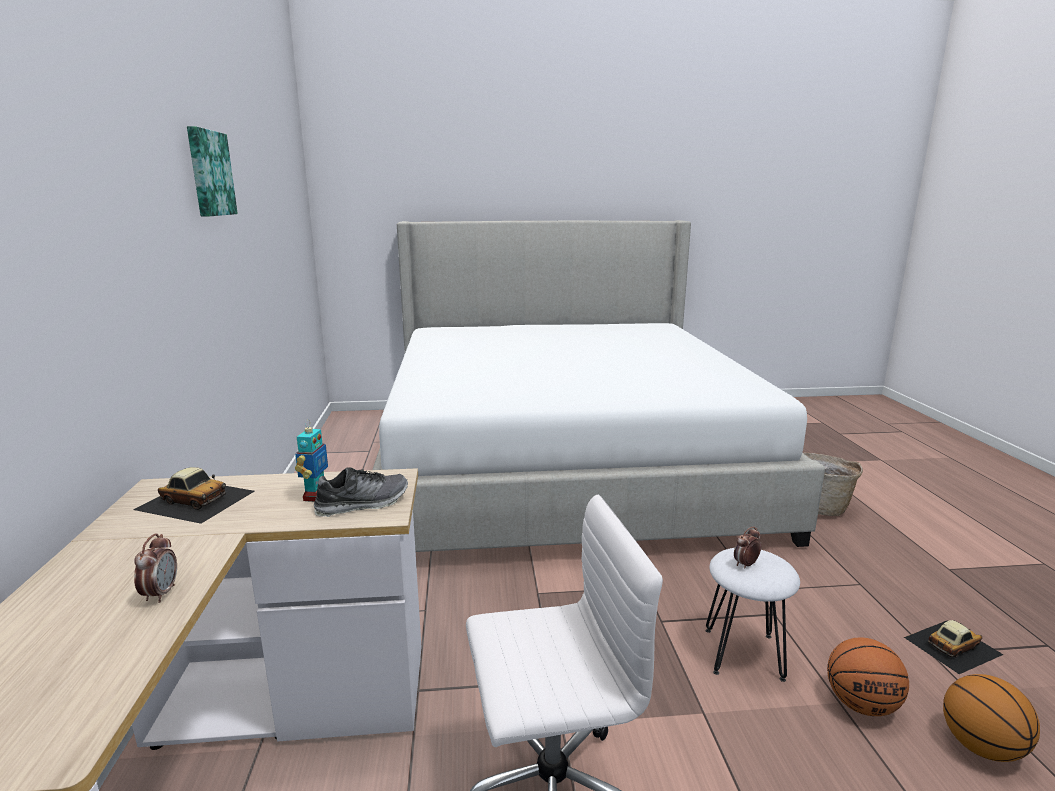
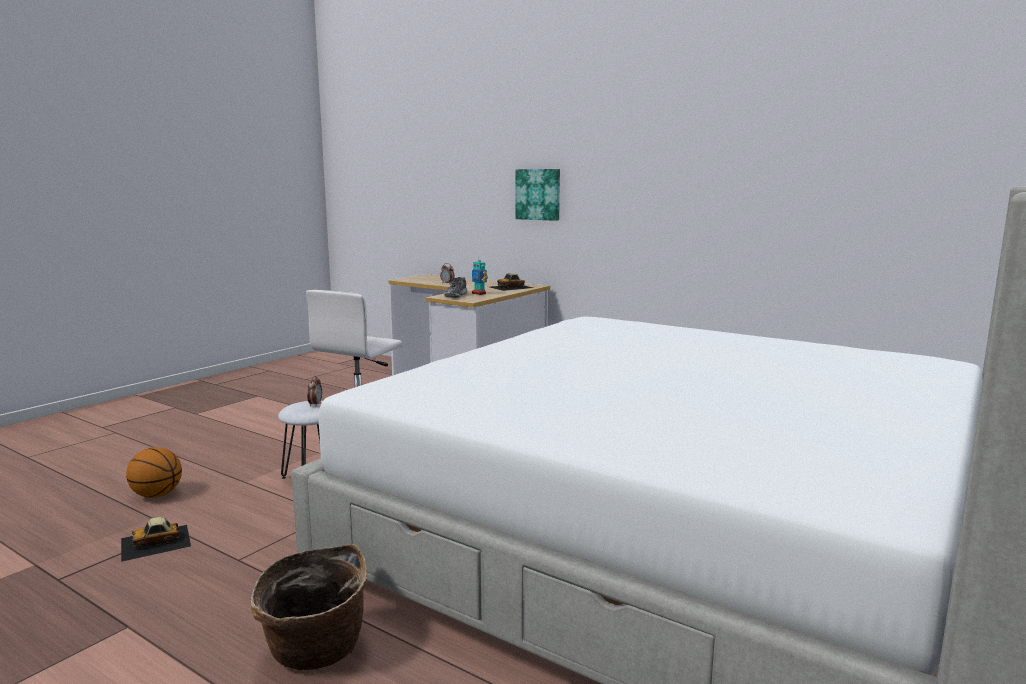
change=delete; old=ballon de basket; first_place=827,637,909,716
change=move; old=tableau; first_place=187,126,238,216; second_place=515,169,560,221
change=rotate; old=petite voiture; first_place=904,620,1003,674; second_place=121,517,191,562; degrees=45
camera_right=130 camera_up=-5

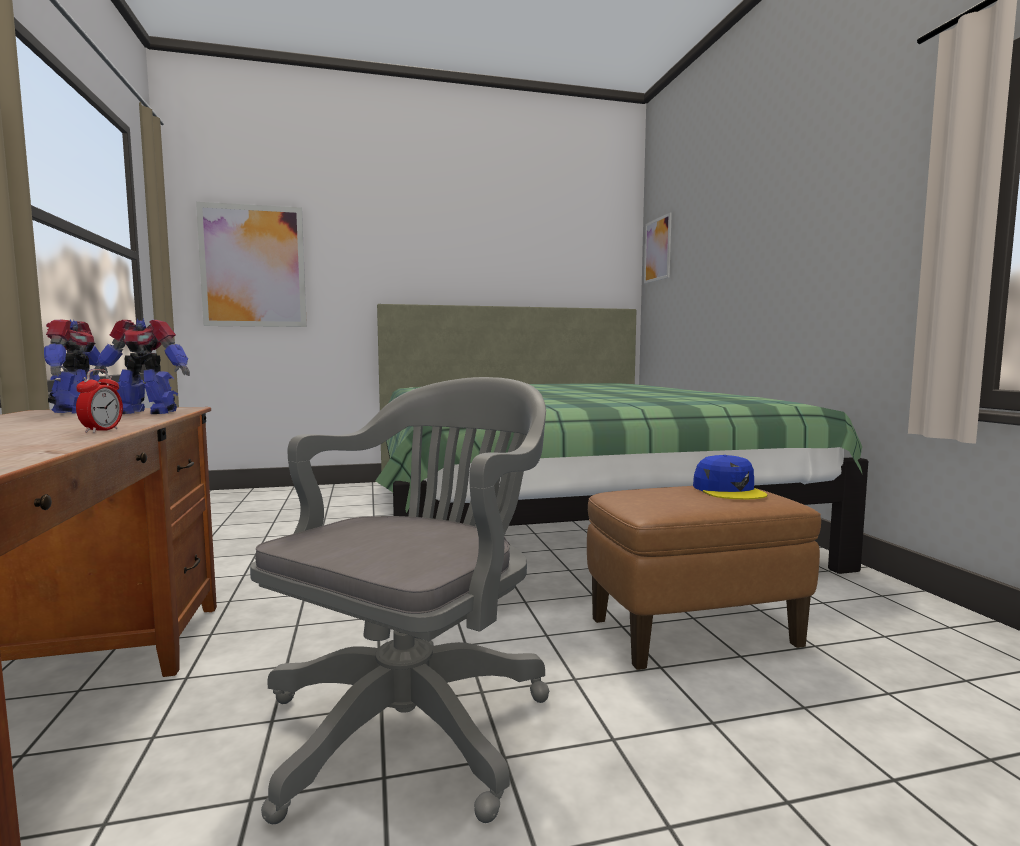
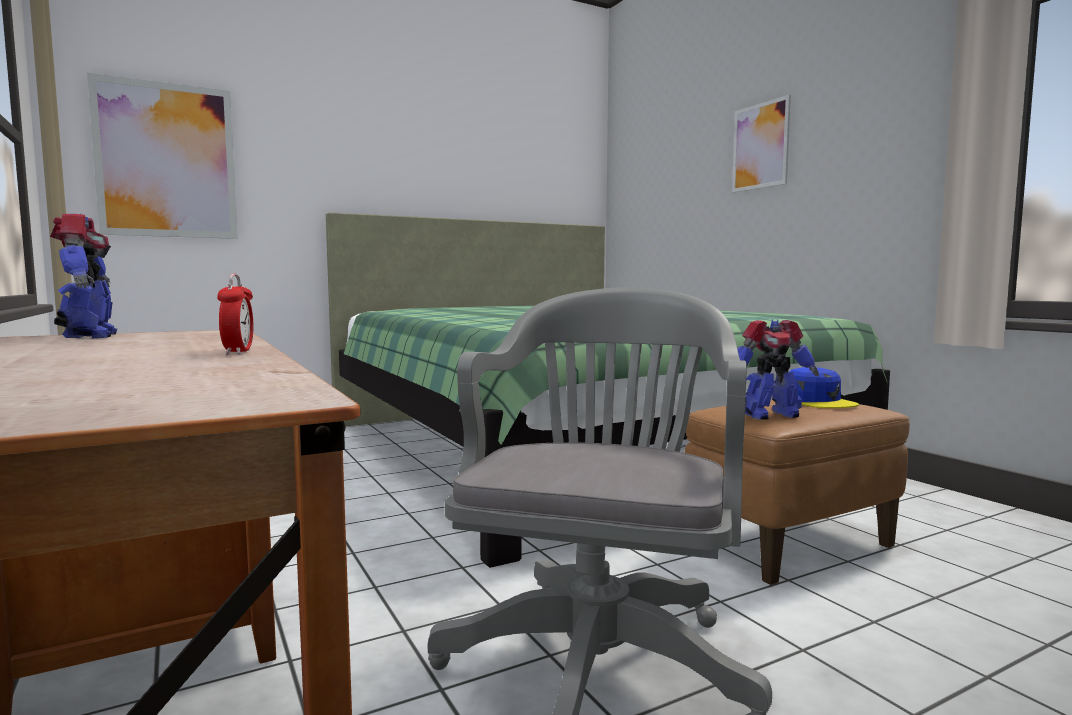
change=move; old=robot jouet; first_place=93,318,190,414; second_place=737,319,819,420
change=move; old=tableau; first_place=644,212,672,284; second_place=732,95,791,193
camera_right=-15 camera_up=0

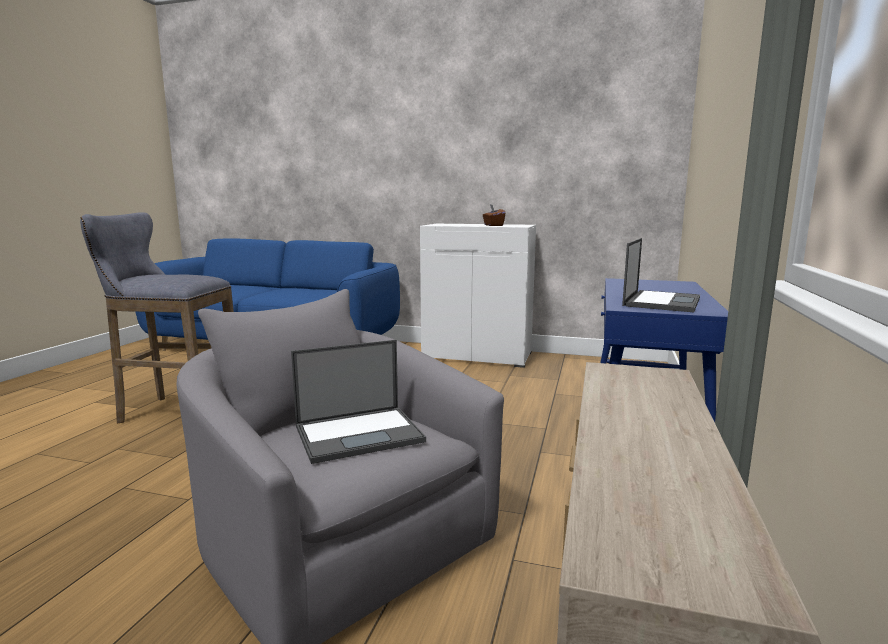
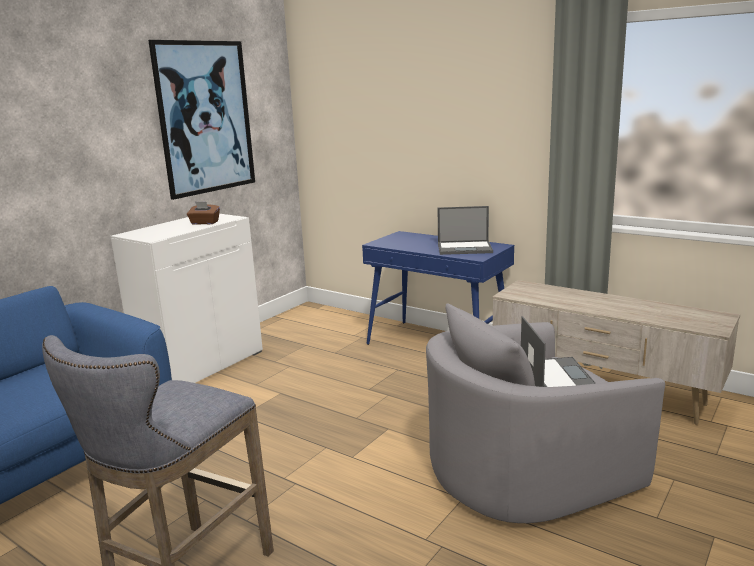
change=insert; new=tableau; second_place=148,40,255,200
change=rotate; old=ordinateur portable; first_place=622,238,700,312; second_place=438,206,493,255; degrees=135
camera_right=-70 camera_up=5

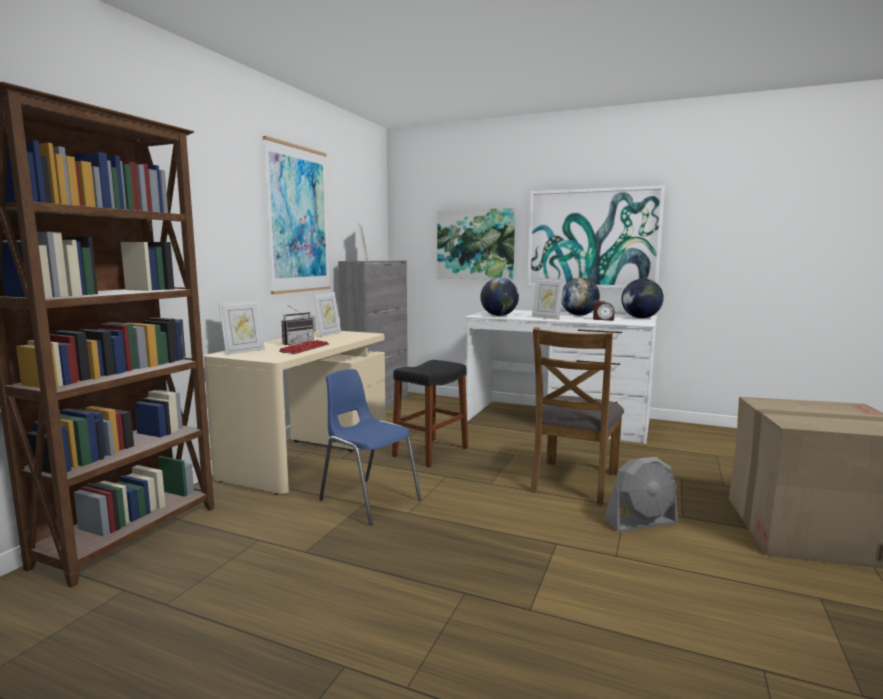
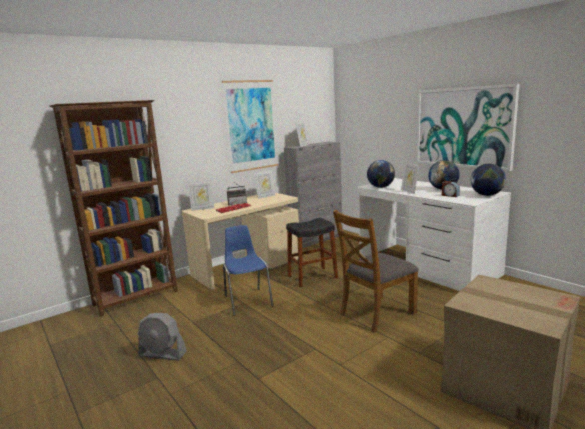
change=delete; old=tableau; first_place=437,208,515,280
change=move; old=ventilateur [gris]; first_place=605,457,678,532; second_place=138,313,187,361
camera_right=30 camera_up=5

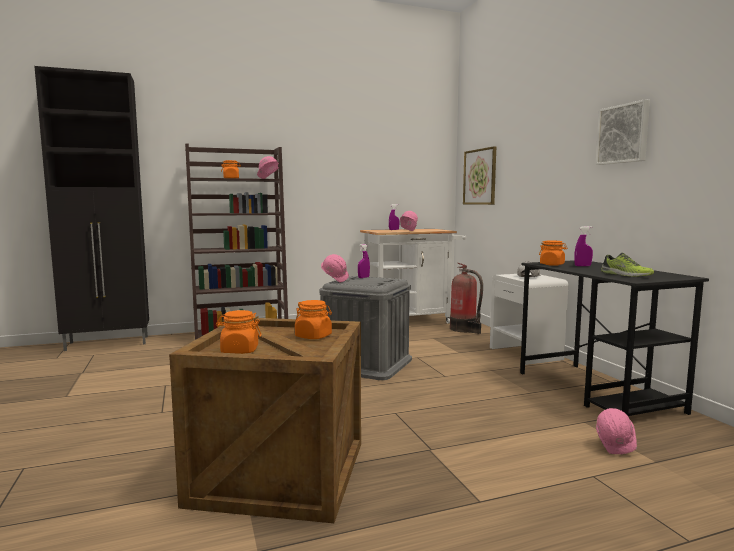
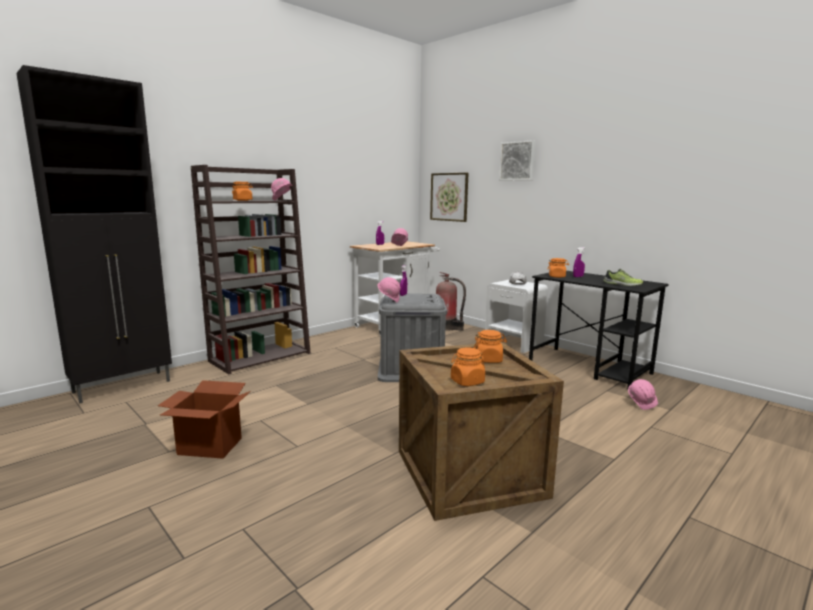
change=insert; new=carton; second_place=158,380,251,459
change=move; old=tableau; first_place=595,99,650,165; second_place=499,140,536,181
camera_right=-25 camera_up=5

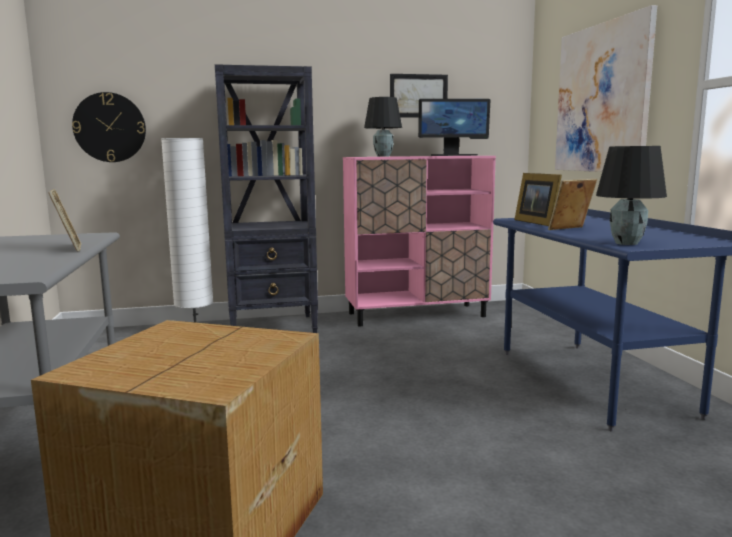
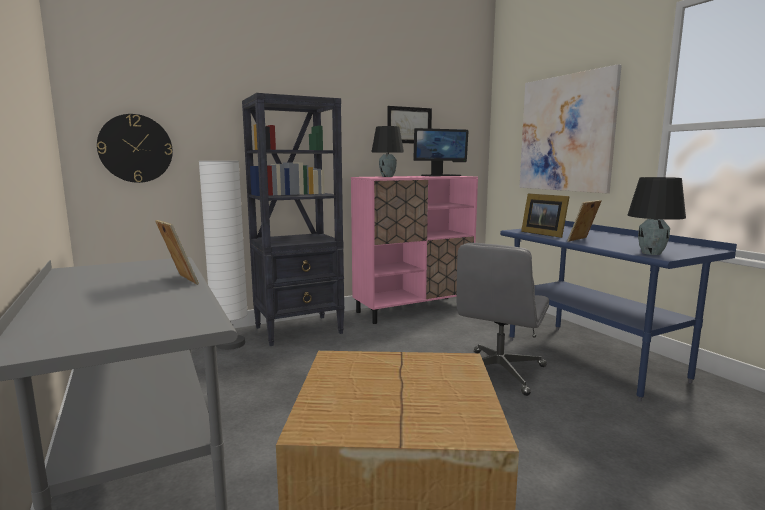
change=insert; new=chaise de bureau [gris]; second_place=457,243,549,396
camera_right=-15 camera_up=0

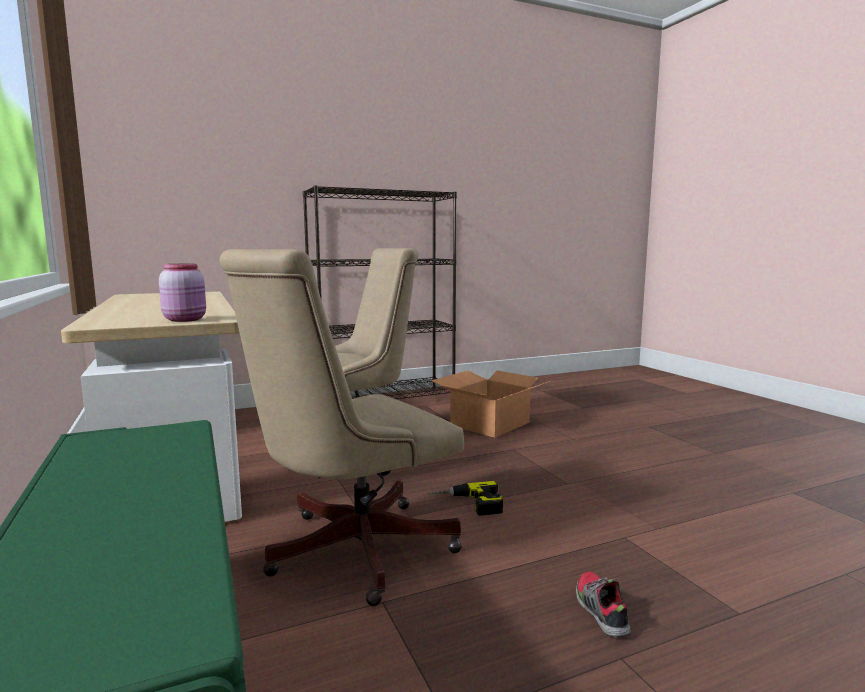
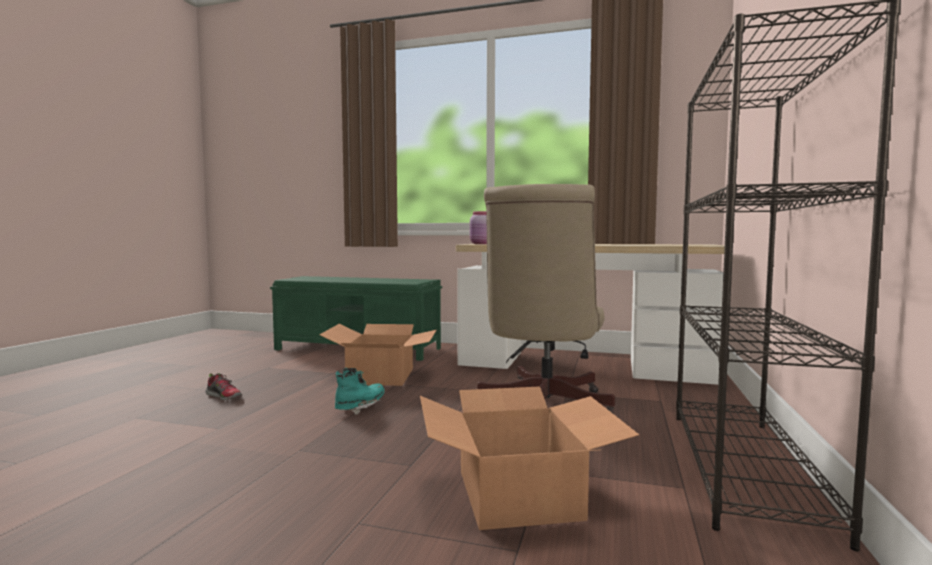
change=replace; old=chaise de bureau [beige]; new=carton; first_place=219,249,464,606; second_place=319,324,437,386
change=replace; old=perceuse; new=botte [turquoise]; first_place=427,481,503,516; second_place=335,368,385,415
camera_right=130 camera_up=-5

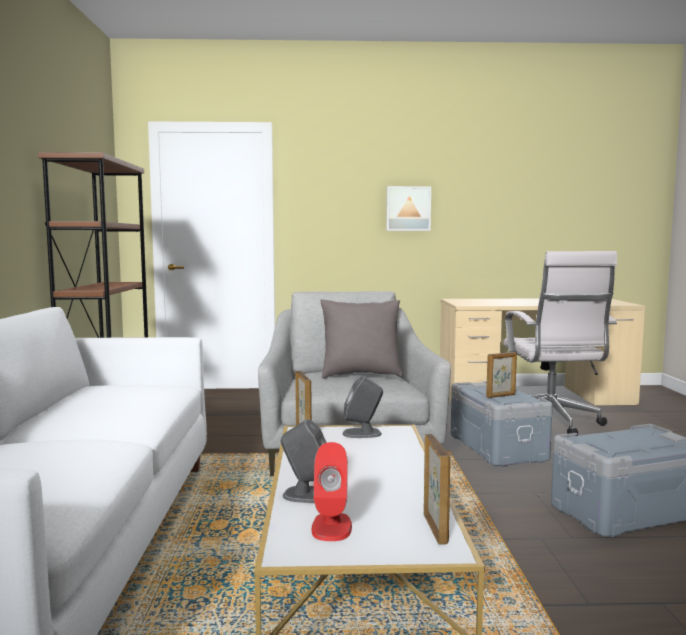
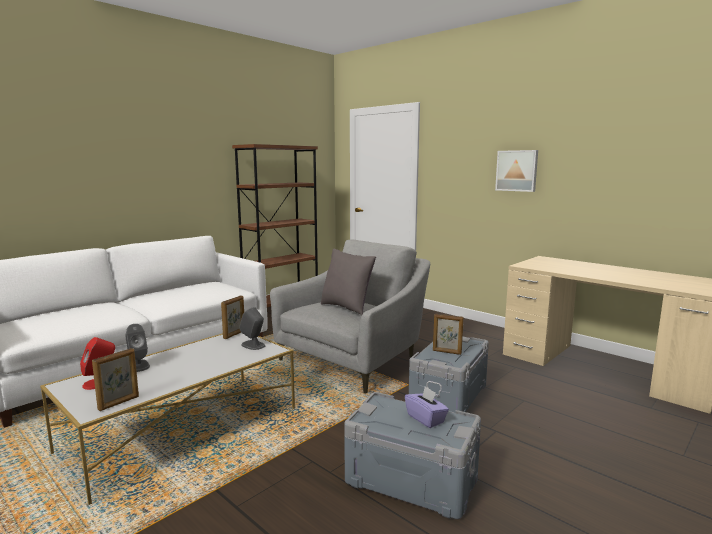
change=delete; old=chaise de bureau [blanc]; first_place=503,251,617,436
change=insert; new=boîte à mouchoirs [violet]; second_place=405,386,449,428
camera_right=45 camera_up=5

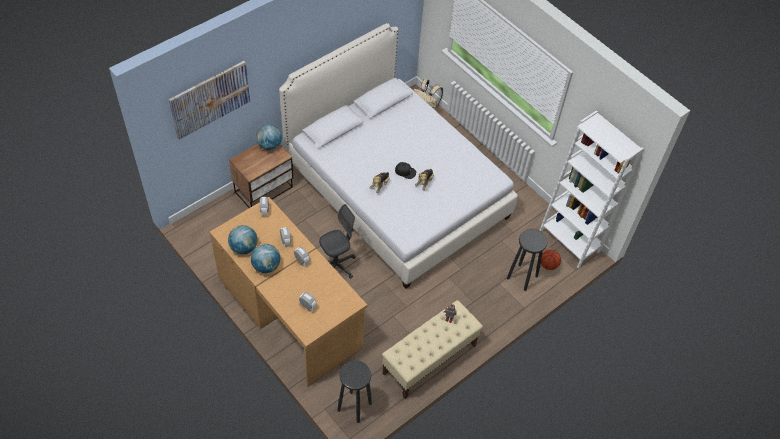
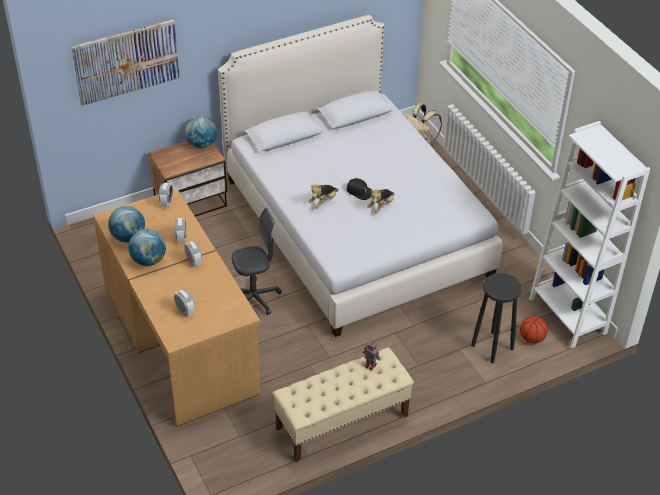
change=delete; old=tabouret [noir]; first_place=337,360,372,423
camera_right=15 camera_up=-10

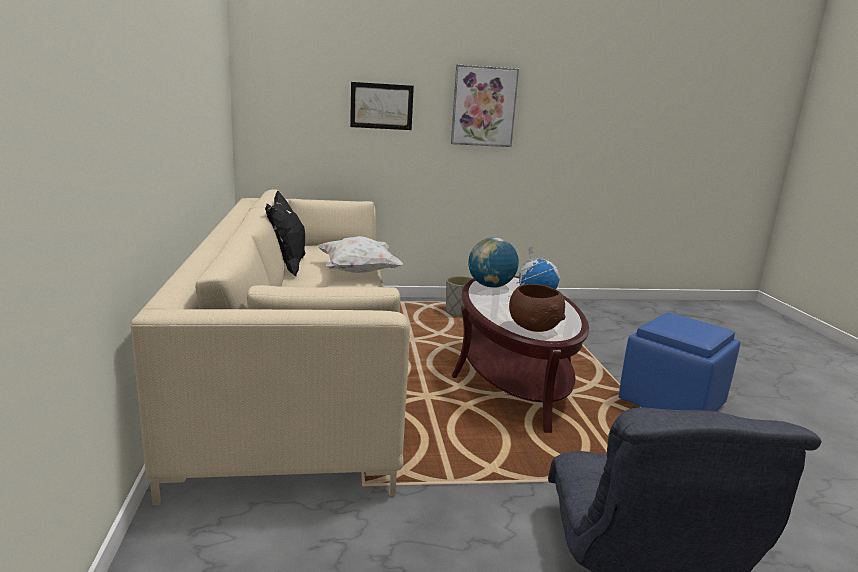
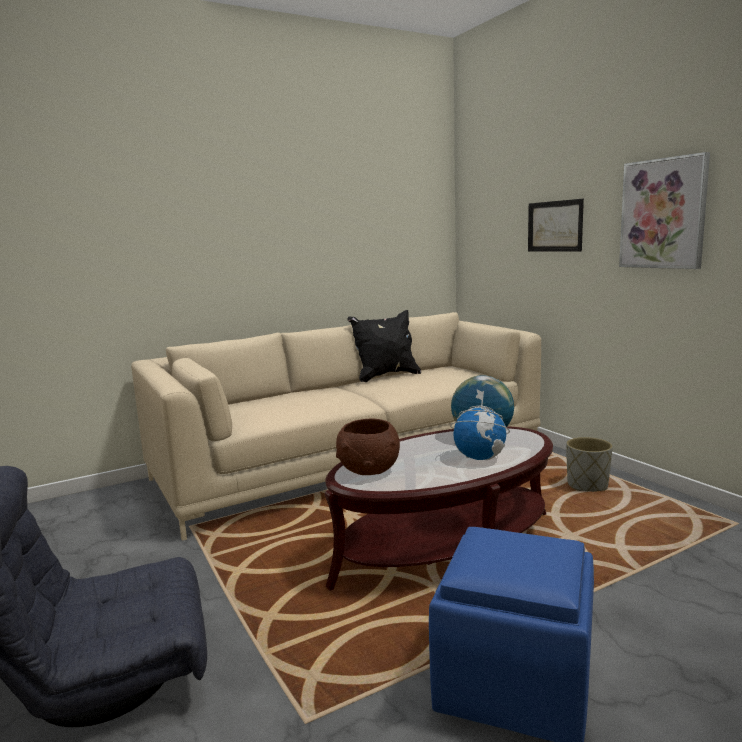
change=delete; old=coussin [blanc]; first_place=318,236,403,273
camera_right=70 camera_up=-5

